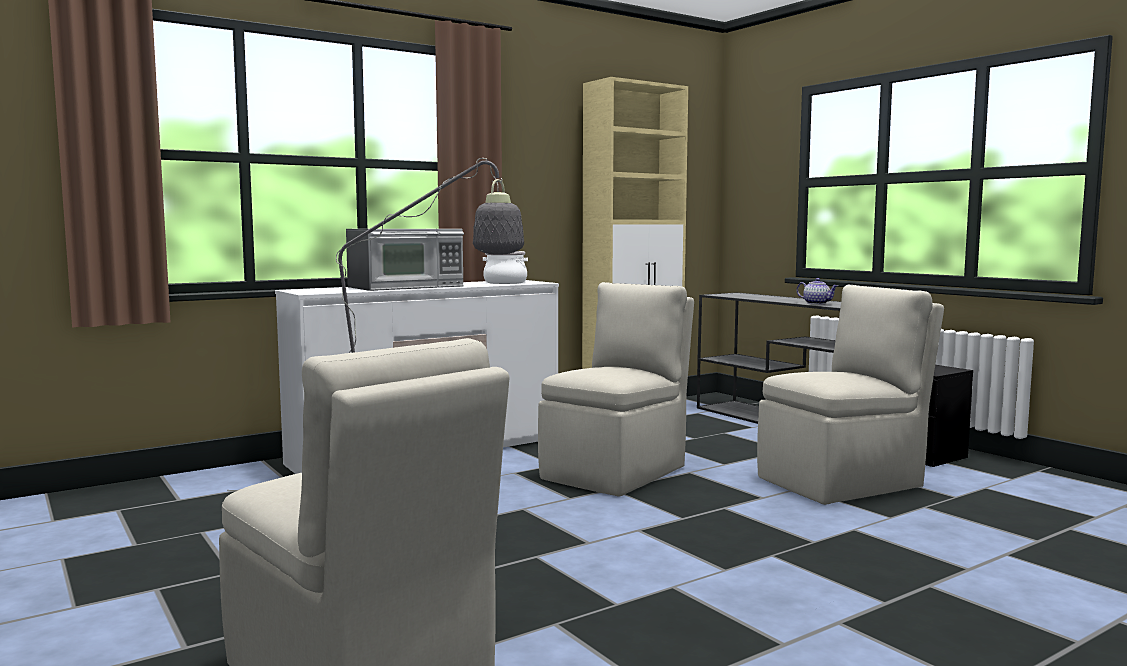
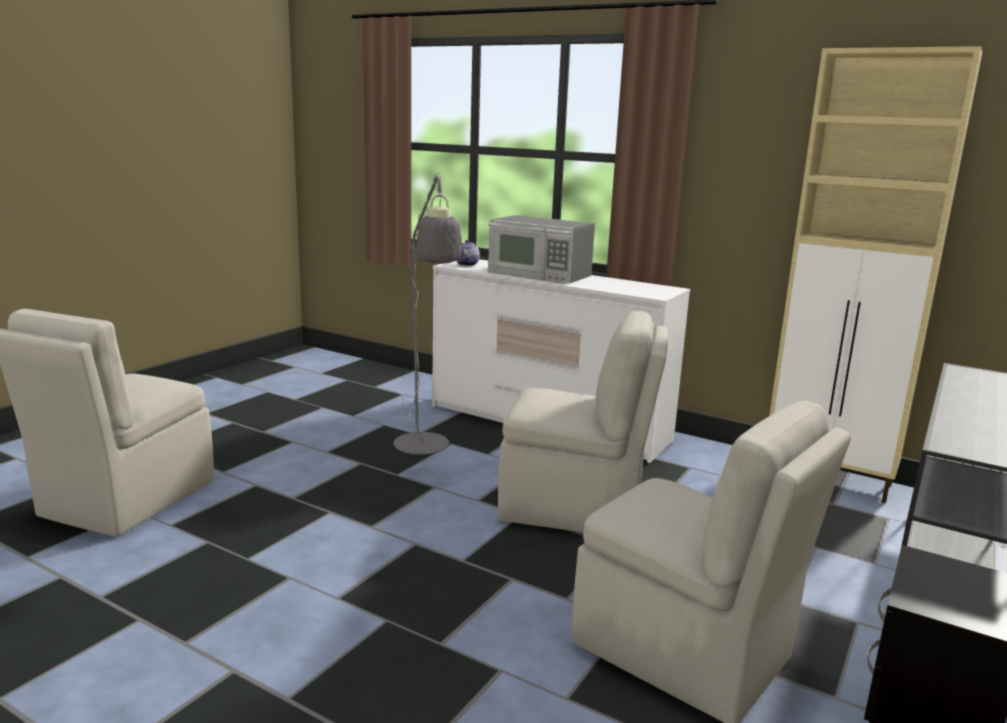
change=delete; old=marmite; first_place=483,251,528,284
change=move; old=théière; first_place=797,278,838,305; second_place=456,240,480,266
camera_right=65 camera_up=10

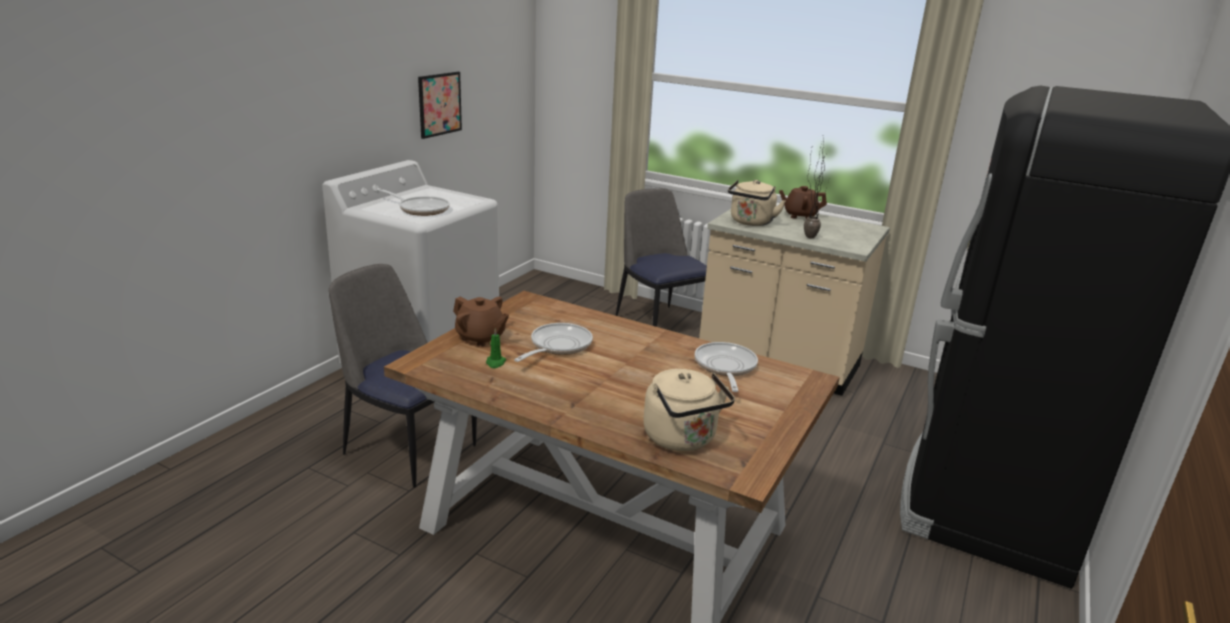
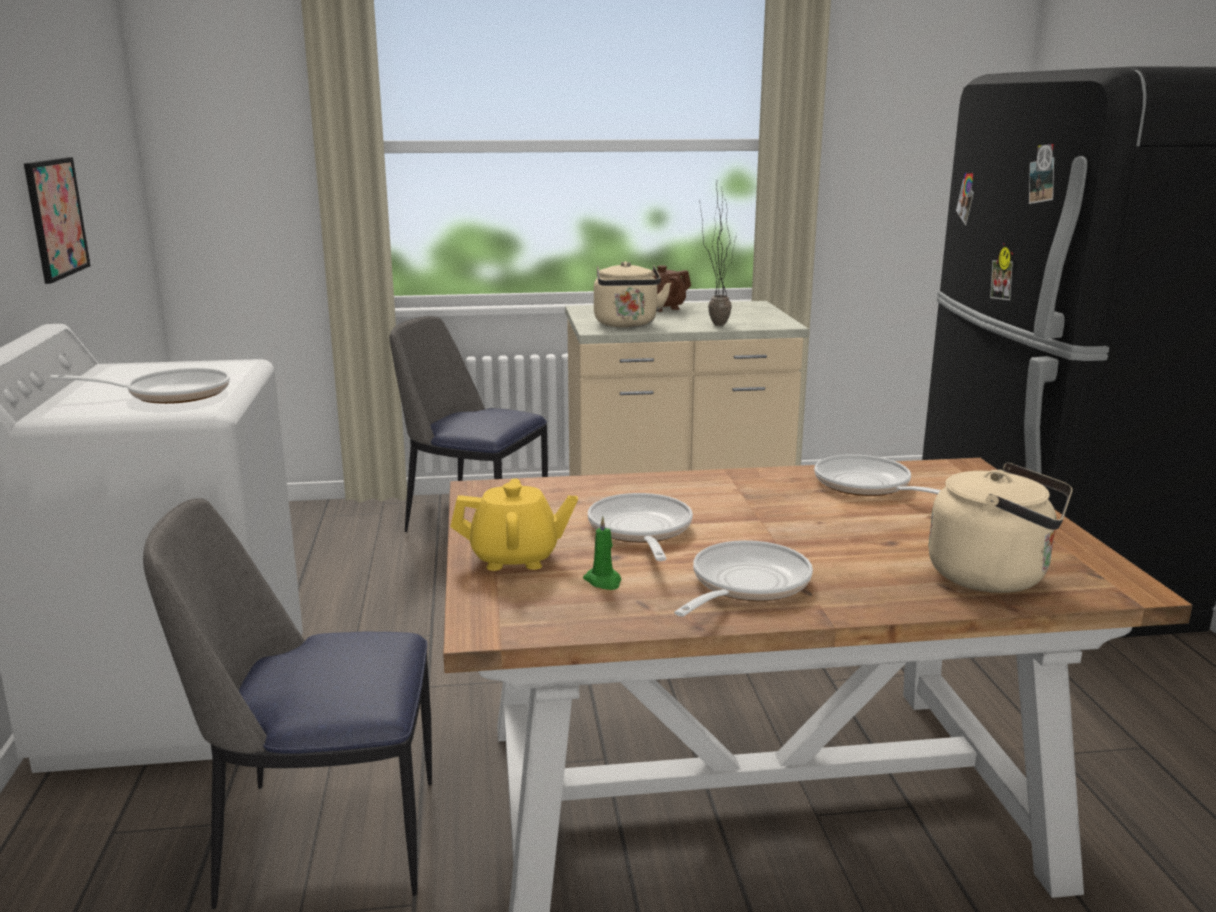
change=insert; new=poêle; second_place=674,540,813,617
change=recolor; old=théière [marron]; new=théière [jaune]; first_place=453,297,509,347; second_place=450,478,578,571
camera_right=-35 camera_up=-5

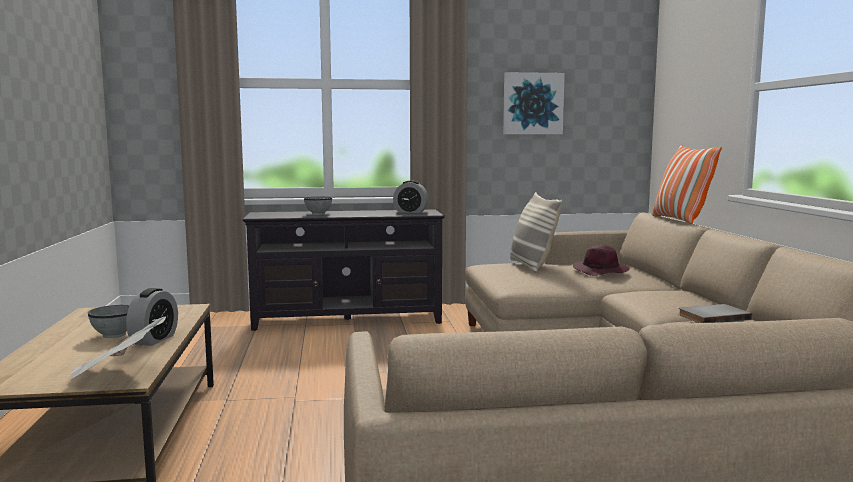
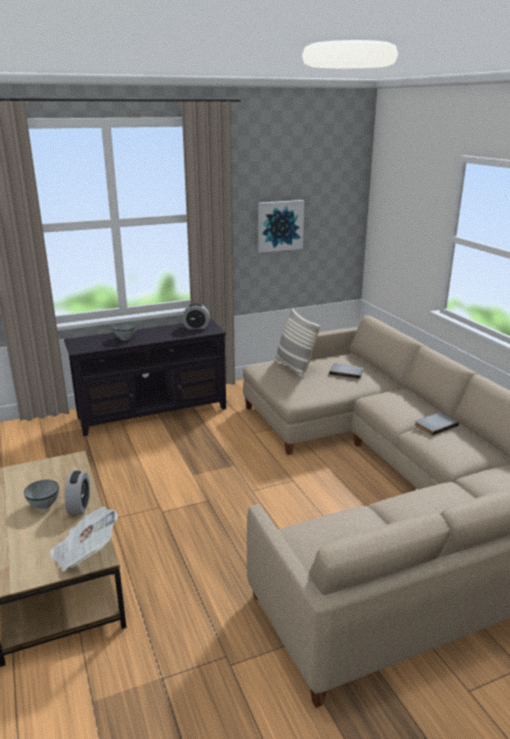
change=delete; old=coussin; first_place=652,145,722,224
change=replace; old=chapeau [violet]; new=livre [gris]; first_place=573,245,629,276; second_place=329,363,364,379
camera_right=-15 camera_up=15

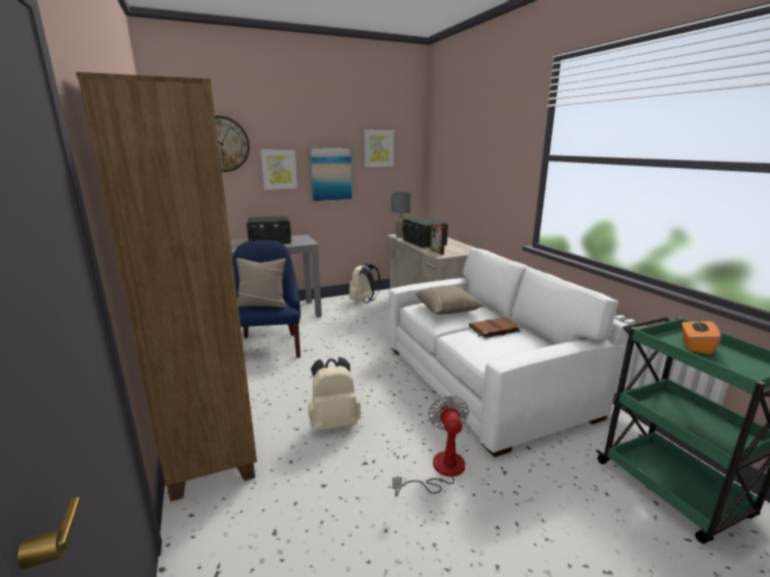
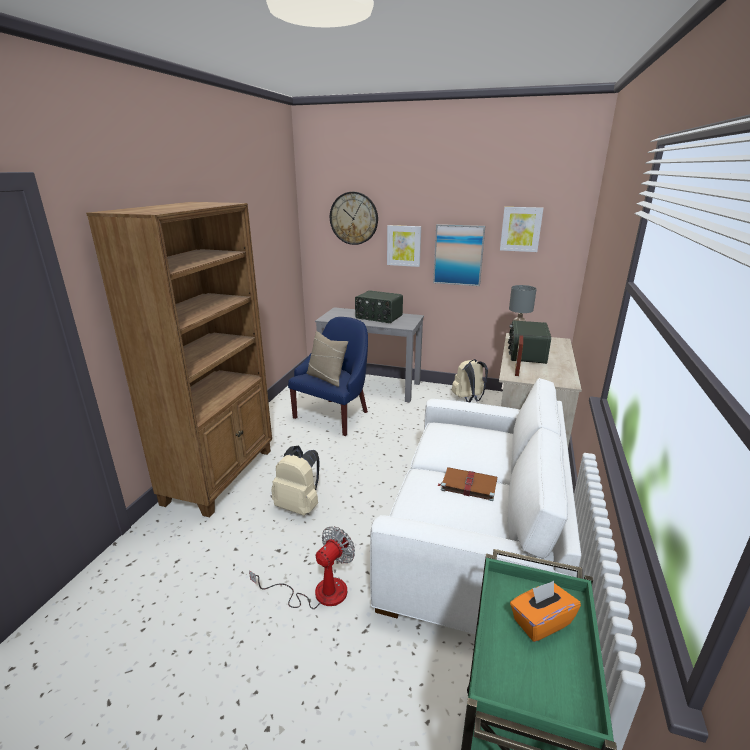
change=delete; old=coussin [beige]; first_place=415,286,485,314
camera_right=40 camera_up=5

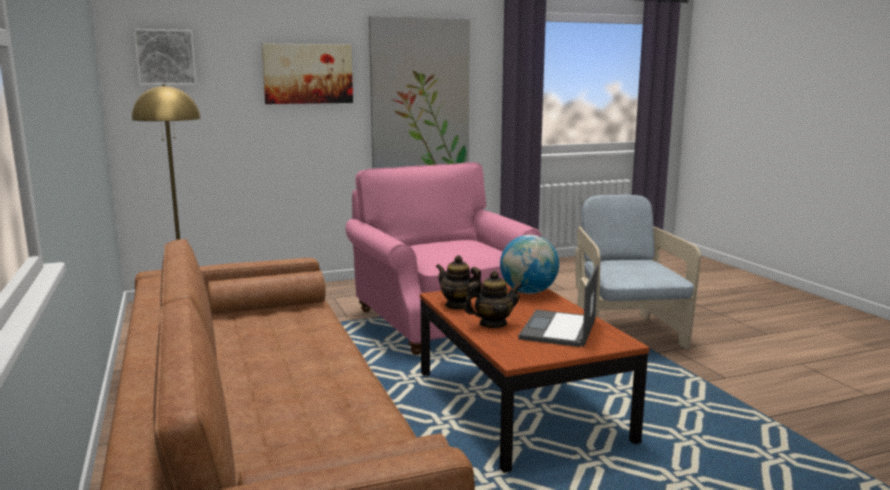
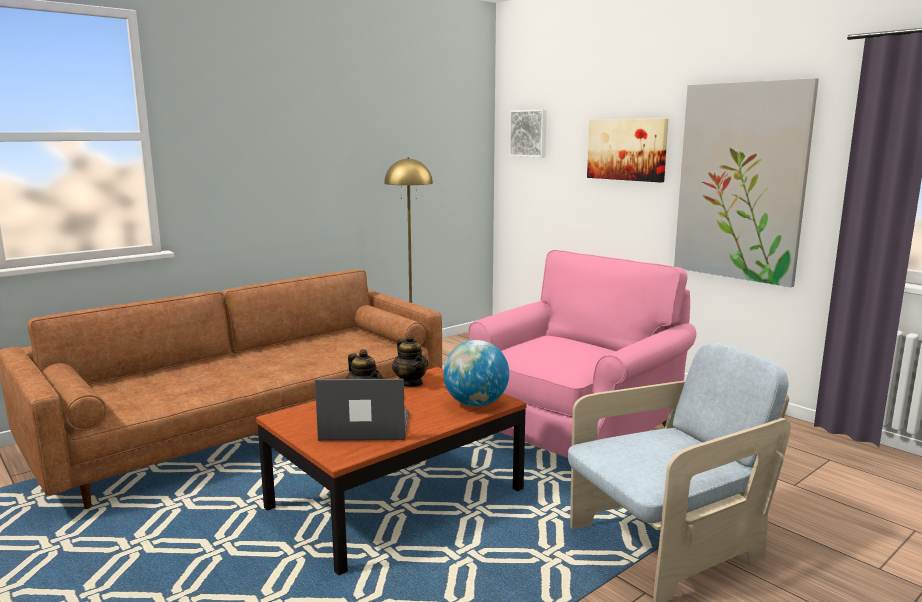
change=rotate; old=théière; first_place=436,255,482,310; second_place=392,335,428,387; degrees=135
camera_right=70 camera_up=0

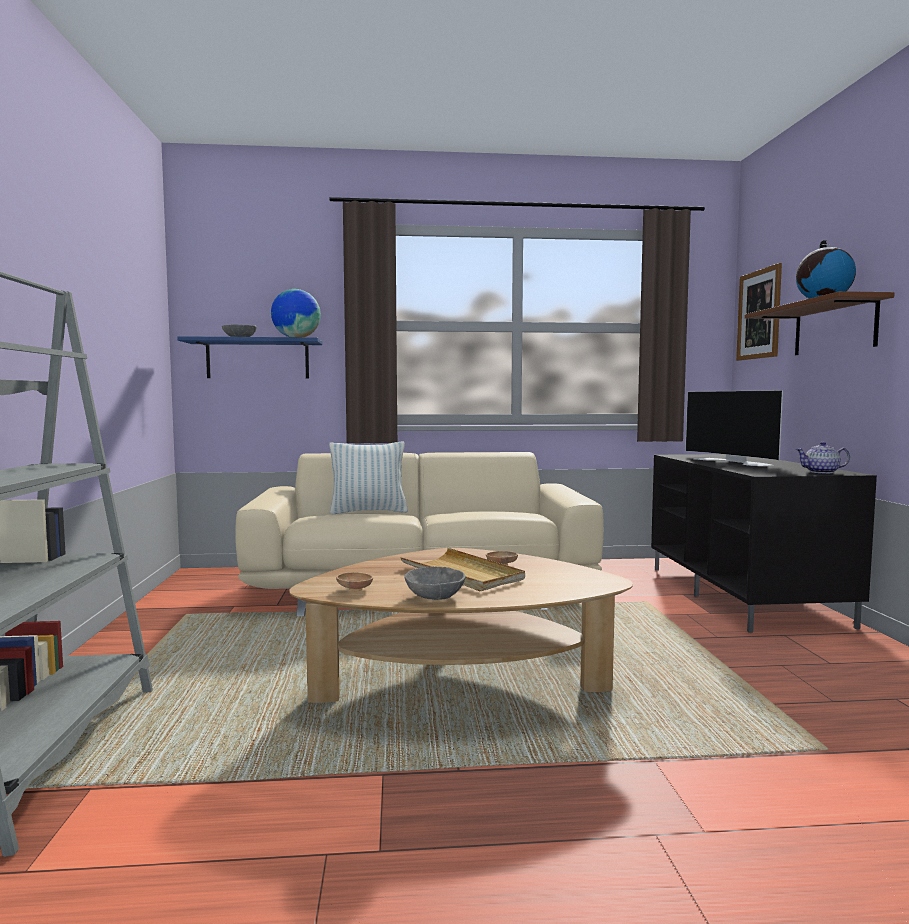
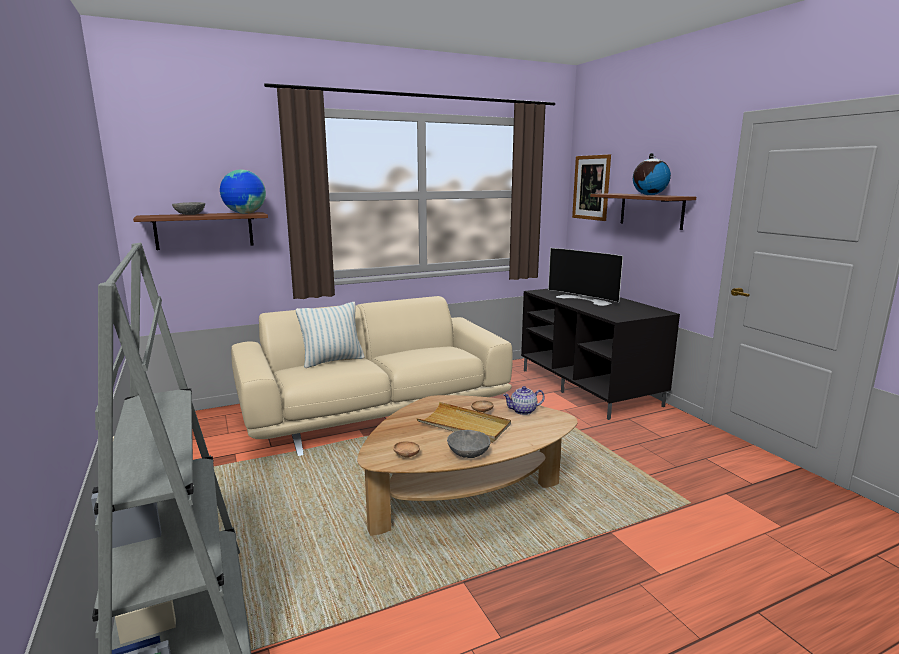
change=move; old=théière; first_place=796,442,850,473; second_place=503,386,545,415
change=recolor; old=étagère [bleu]; new=étagère [marron]; first_place=178,336,322,379; second_place=133,212,268,250
camera_right=-20 camera_up=10

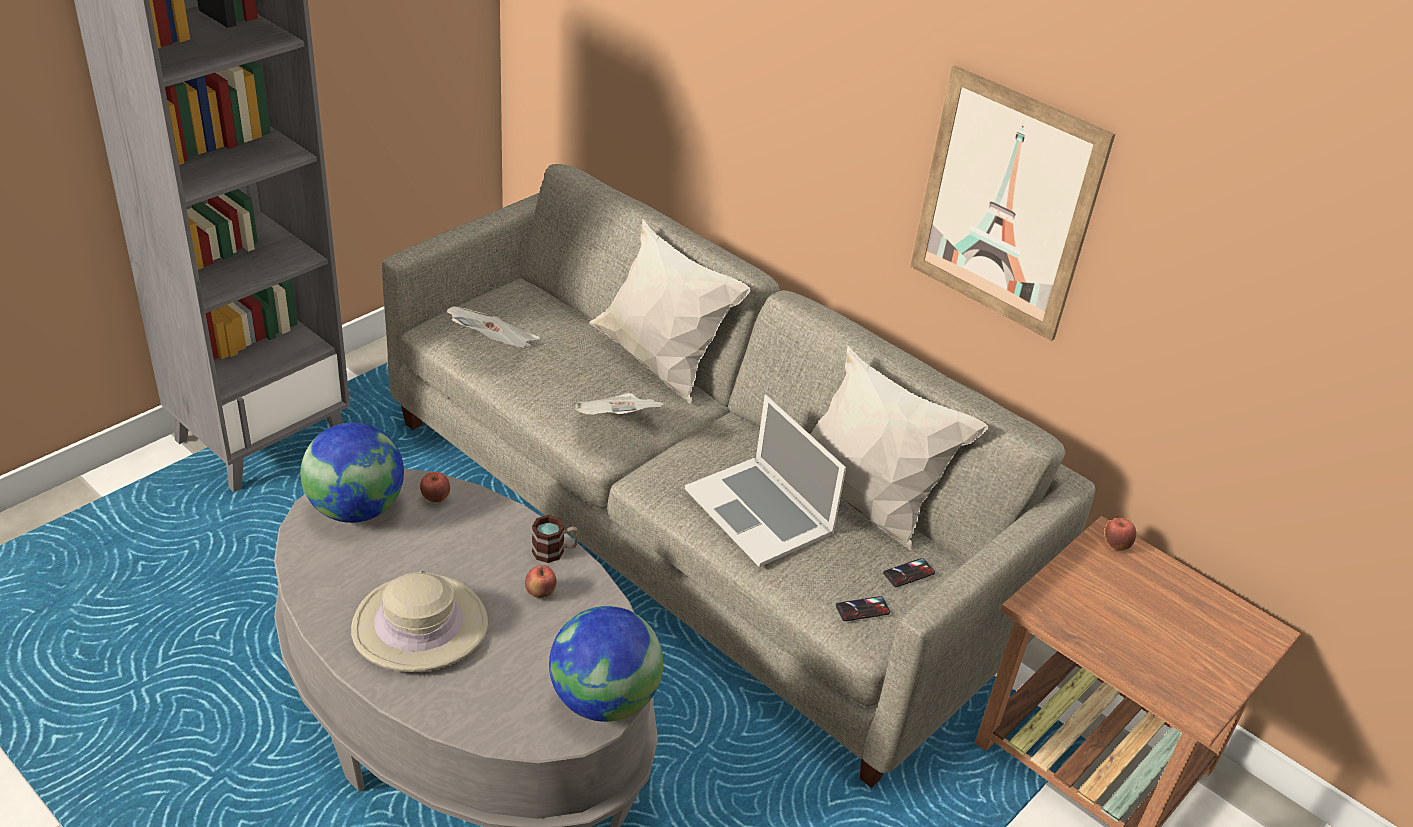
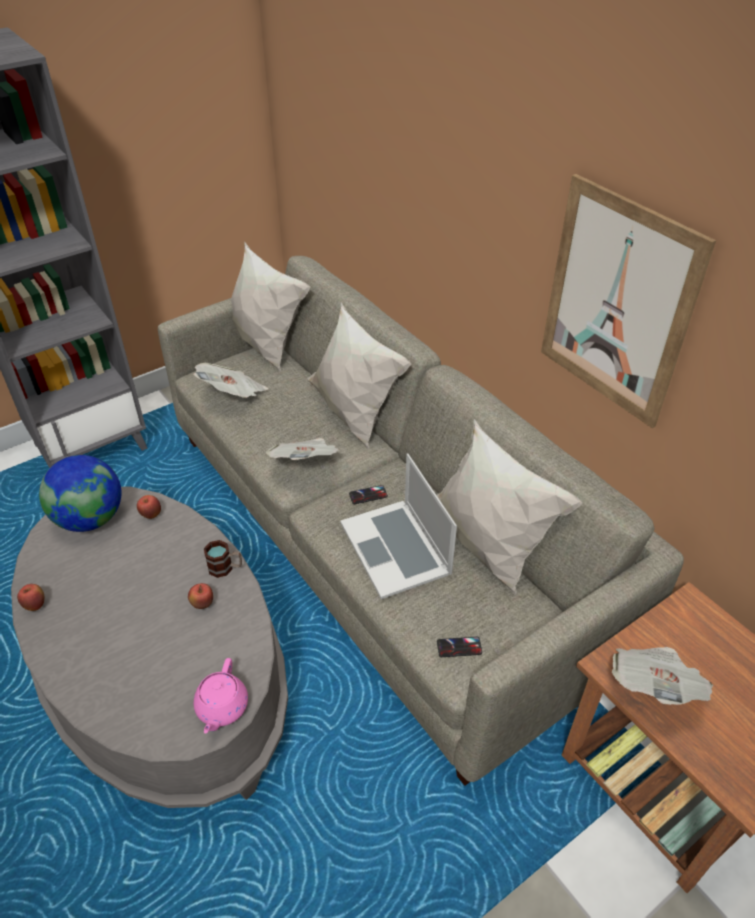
change=delete; old=chapeau [beige]; first_place=351,571,488,672
change=insert; new=coussin [blanc]; second_place=231,242,311,372
change=insert; new=journal; second_place=612,647,713,705
change=move; old=téléphone; first_place=883,558,935,587; second_place=349,485,388,504
change=move; old=pomme; first_place=1105,518,1136,550; second_place=17,584,44,611
change=replace; old=globe; new=théière [rose]; first_place=549,606,663,722; second_place=194,658,248,734
camera_right=15 camera_up=5

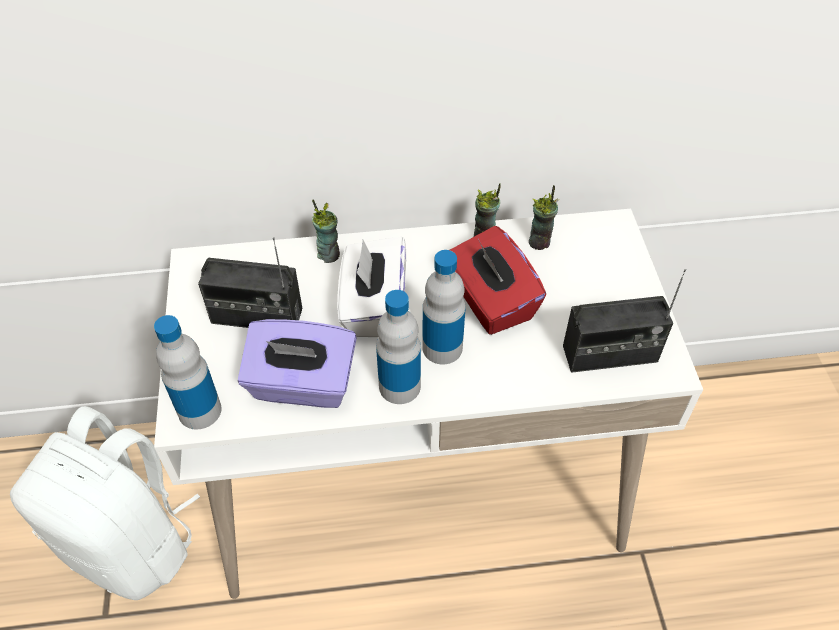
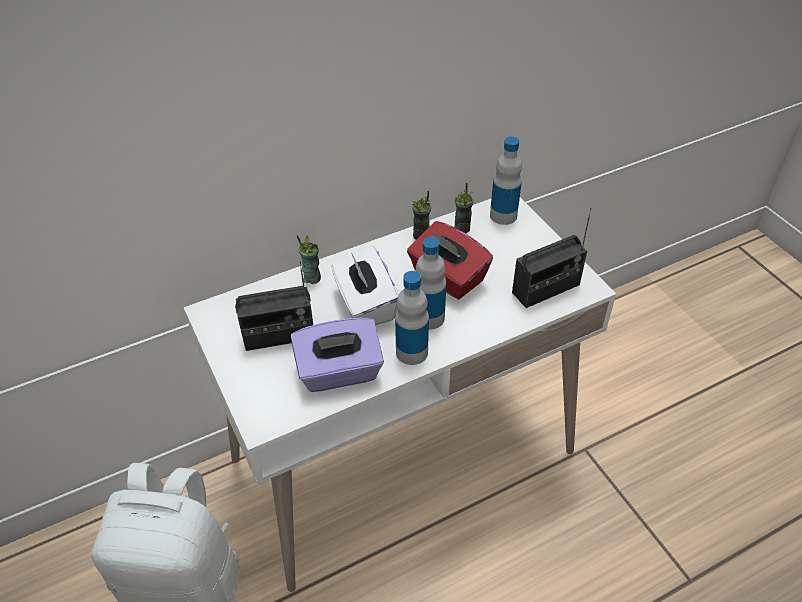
change=move; old=bouteille; first_place=154,315,222,429; second_place=490,136,522,225
camera_right=-20 camera_up=-5

